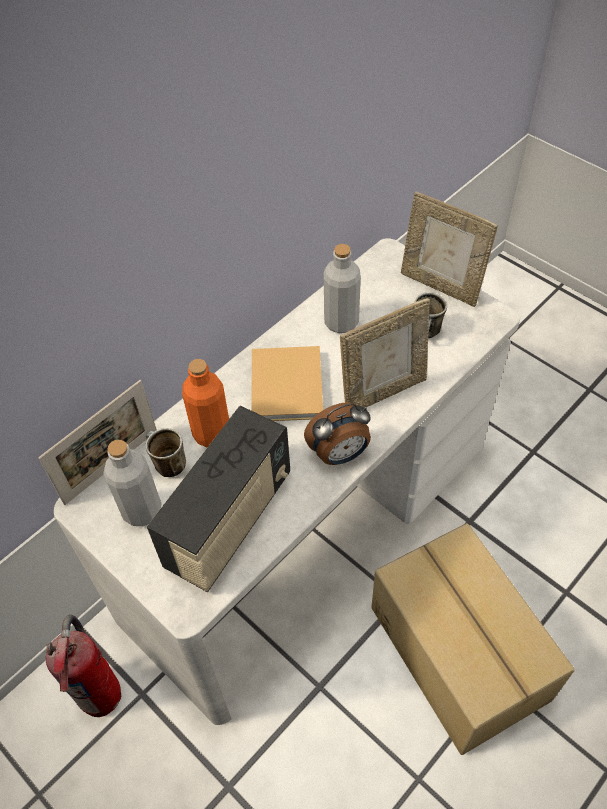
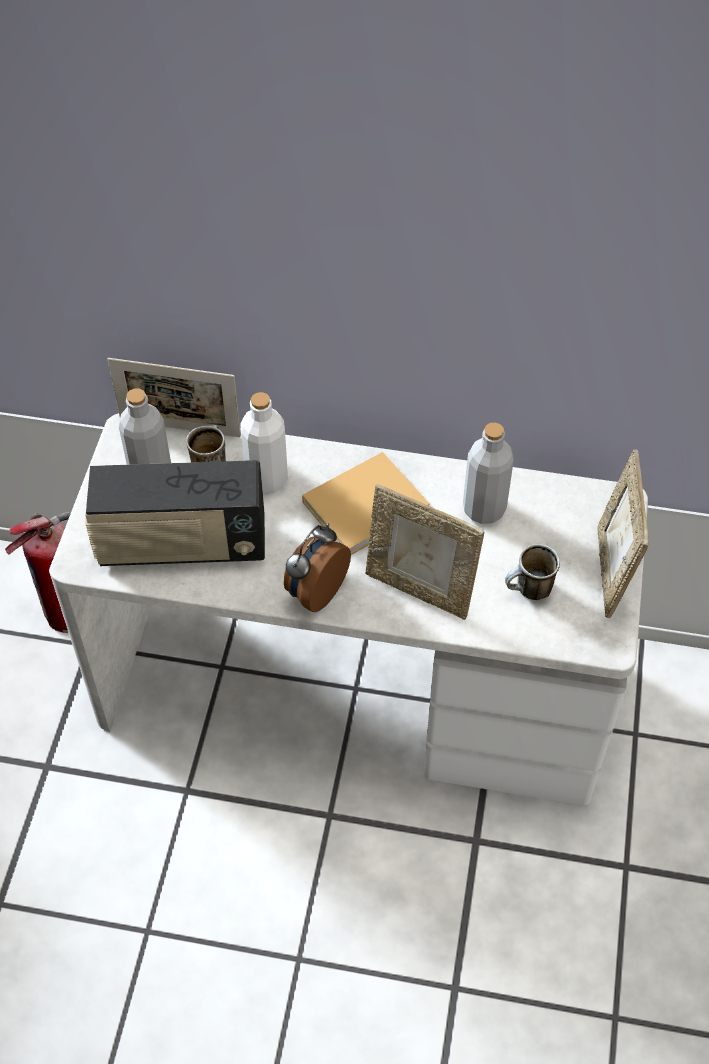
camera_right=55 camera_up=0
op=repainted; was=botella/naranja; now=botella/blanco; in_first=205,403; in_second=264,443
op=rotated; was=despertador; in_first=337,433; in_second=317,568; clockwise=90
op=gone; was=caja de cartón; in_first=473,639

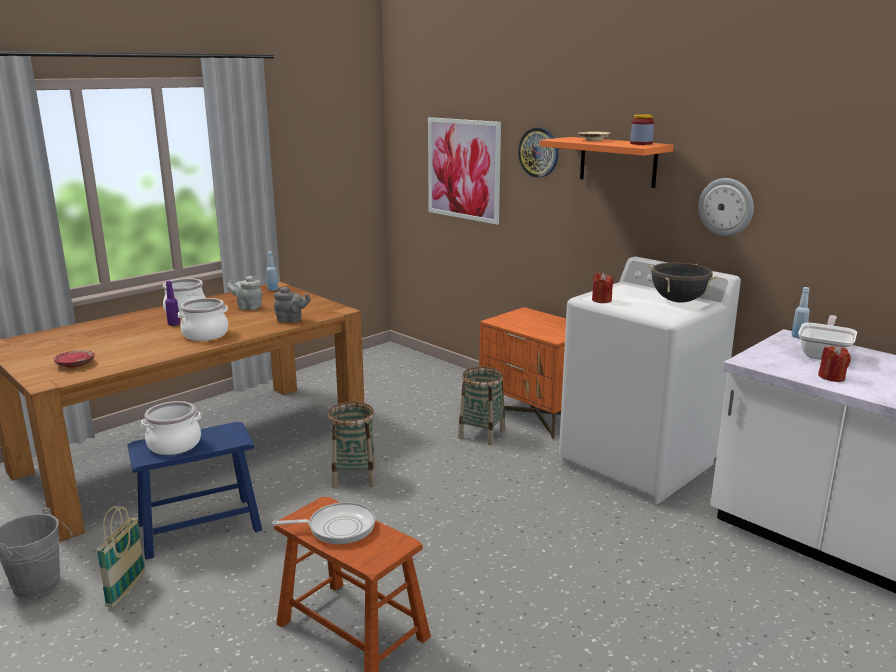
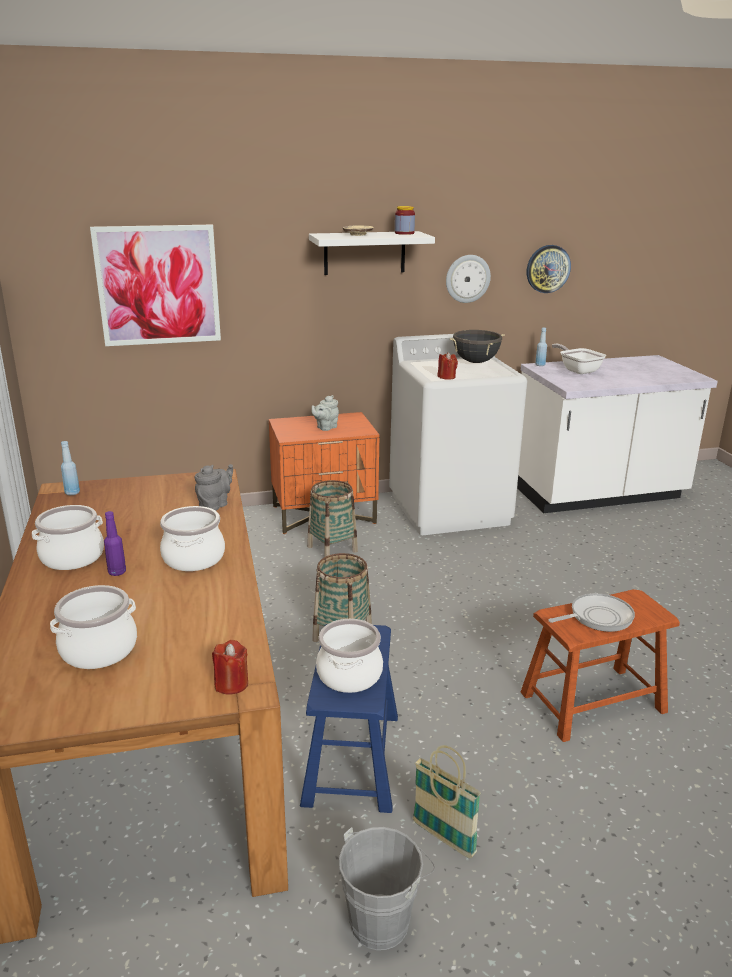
camera_right=-60 camera_up=5
op=new; now=olla; in_second=93,627
op=shifted; was=vela/rojo; in_first=834,363; in_second=230,667
op=repainted; was=estante/naranja; now=estante/blanco; in_first=607,162; in_second=372,253
op=shifted; was=tetera/gris; in_first=244,293; in_second=325,413
op=shifted; was=reloj de pared; in_first=538,153; in_second=549,269
op=rotated; was=sartén; in_first=324,523; in_second=591,612; clockwise=45
op=gone; was=plato/rojo; in_first=74,358

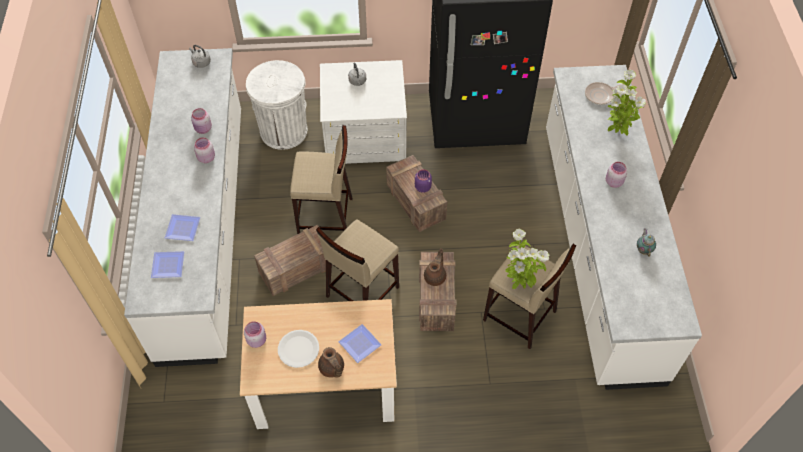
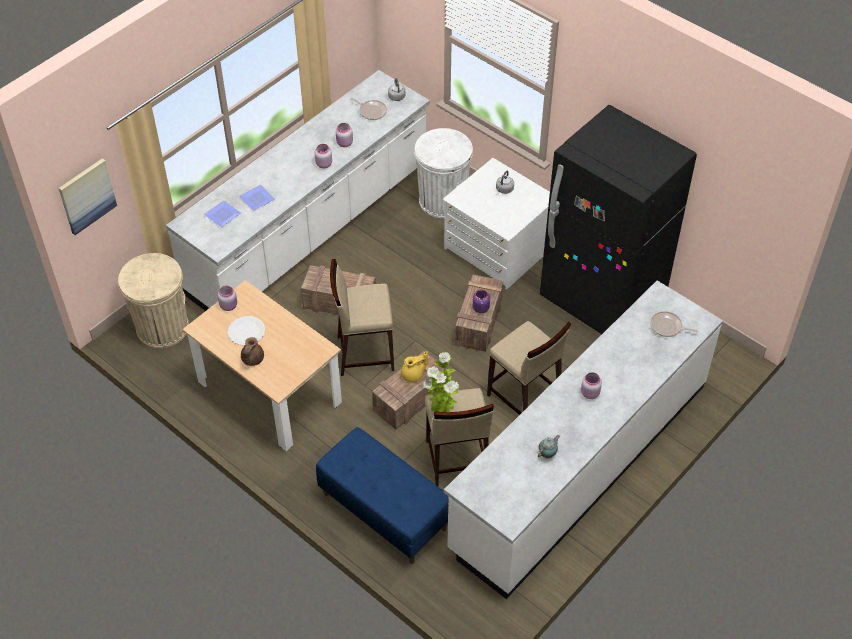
camera_right=45 camera_up=-5
op=new; now=cuadro; in_second=88,196
op=new; now=papelera/beis; in_second=153,300
op=new; now=banco/azul; in_second=382,495
op=new; now=sartén; in_second=368,109
op=repainted; was=tetera/marrón; now=tetera/amarillo; in_first=435,267; in_second=414,366
op=shifted; was=taburete/beis; in_first=321,179; in_second=529,368
op=gone; was=plato; in_first=360,343
op=gone; was=planta en maceta; in_first=627,102

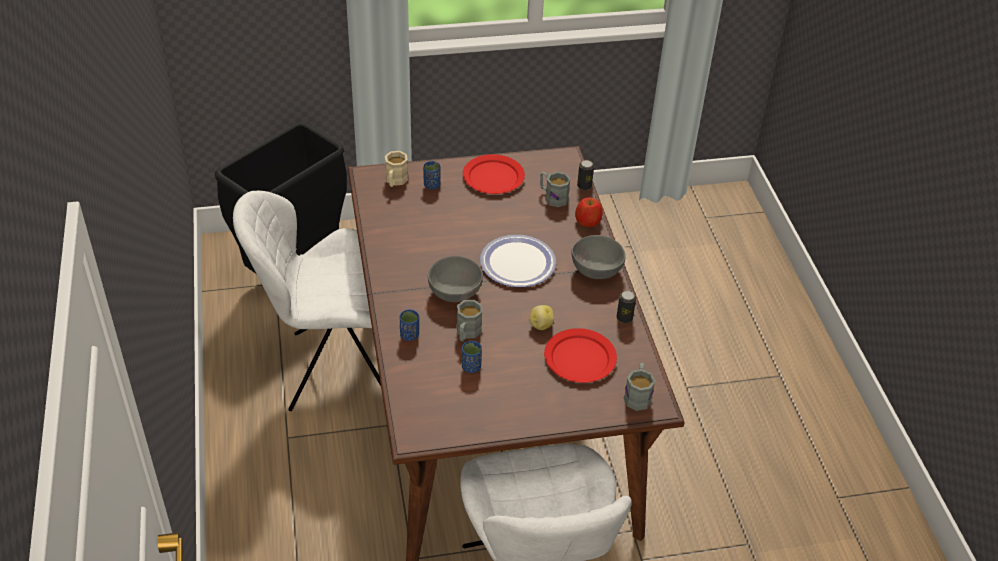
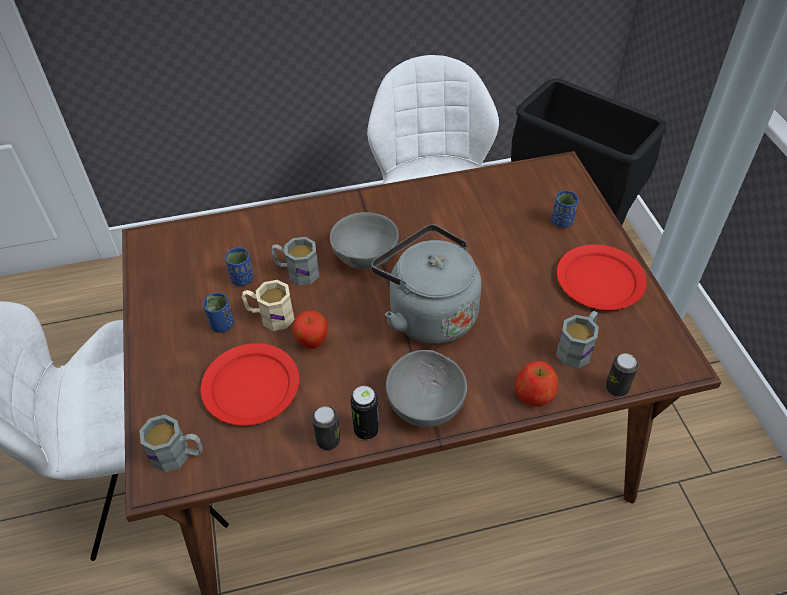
camera_right=90 camera_up=5
op=shifted; was=taza/azul; in_first=409,325; in_second=218,313
op=shifted; was=taza grande/beis; in_first=396,169; in_second=268,305
op=swapped; was=patata; now=manzana; in_first=541,317; in_second=310,329
op=new; now=lata; in_second=364,413
op=swapped; was=plato; now=hervidor/gris; in_first=518,261; in_second=426,284

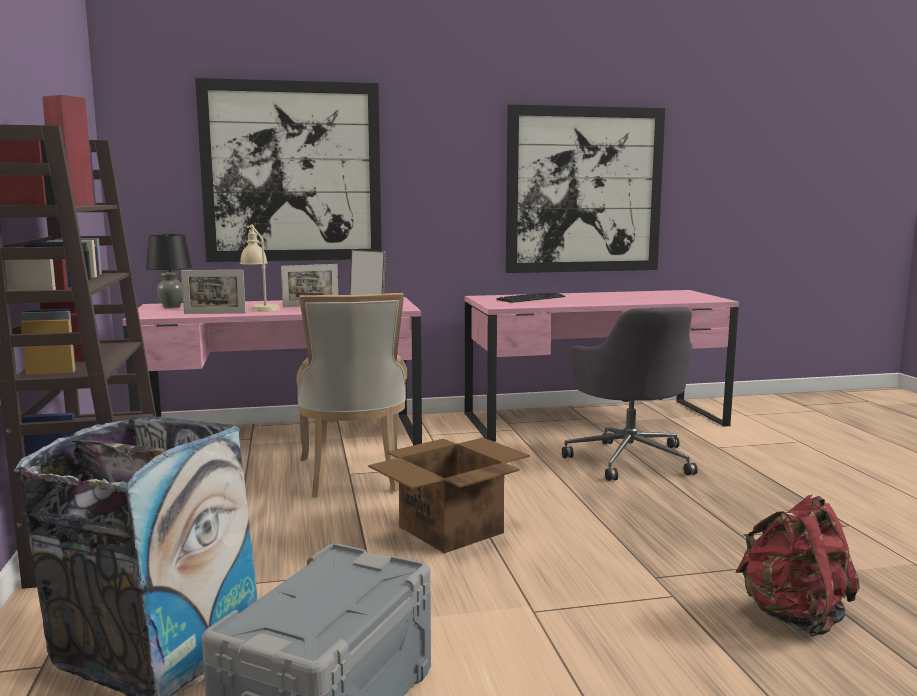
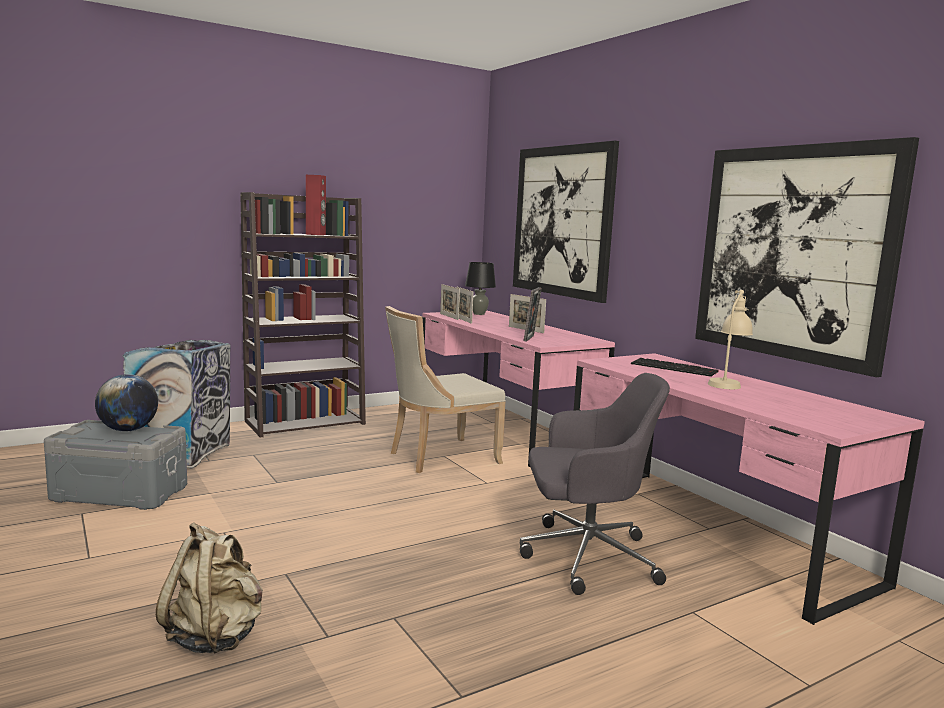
camera_right=70 camera_up=0
op=new; now=globo terráqueo; in_second=126,402
op=repainted; was=mochila/rojo; now=mochila/beis; in_first=797,566; in_second=209,587
op=new; now=portarretratos; in_second=450,302
op=rotated; was=silla de oficina/gris; in_first=630,394; in_second=595,484; clockwise=-150
op=shifted; was=lámpara de mesa/beis; in_first=260,268; in_second=730,339
op=gone; was=caja de cartón; in_first=449,495

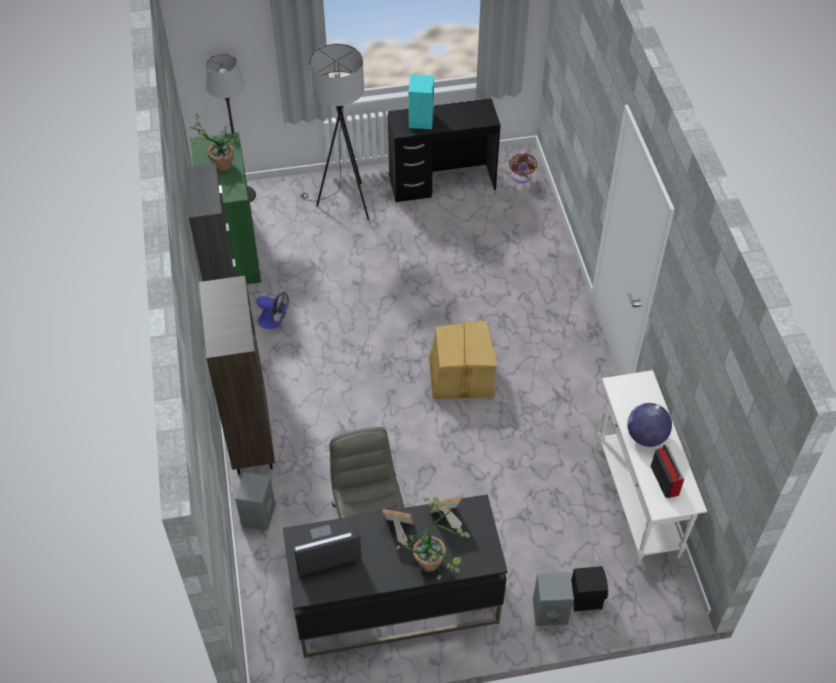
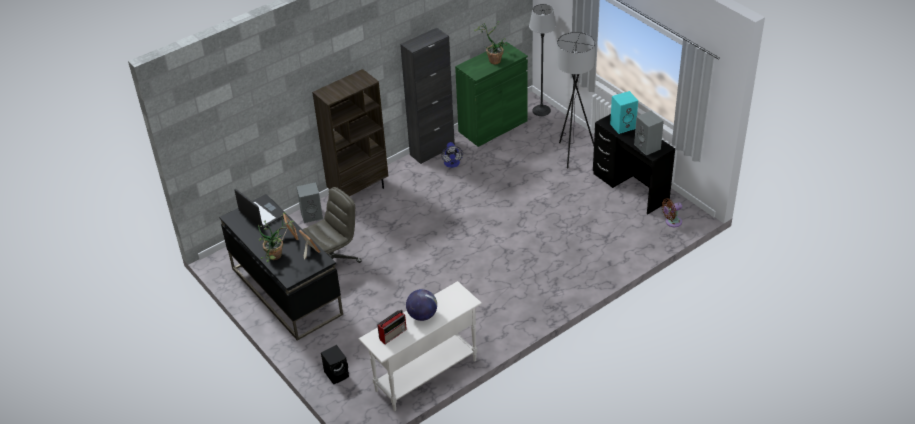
camera_right=65 camera_up=-10
op=shifted; was=altavoz/gris; in_first=553,599; in_second=649,133
op=gone; was=caja de cartón; in_first=463,360

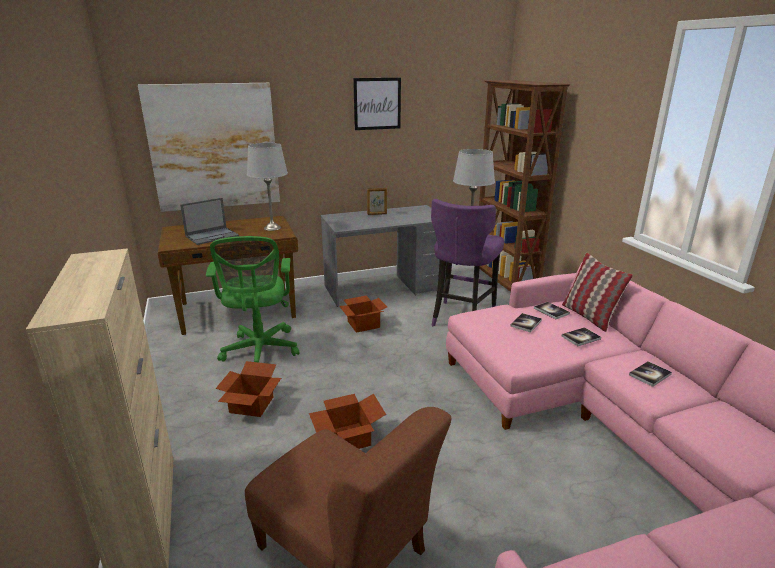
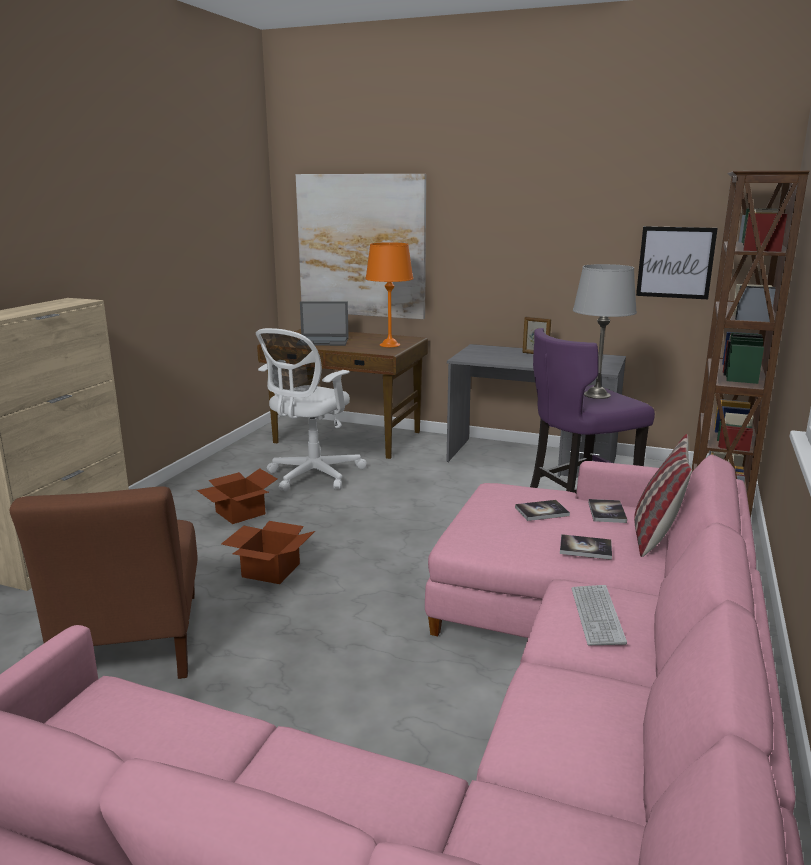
camera_right=40 camera_up=-5
op=repainted; was=silla de oficina/verde; now=silla de oficina/blanco; in_first=252,299; in_second=311,410
op=repainted; was=lámpara de mesa/gris; now=lámpara de mesa/naranja; in_first=267,187; in_second=389,294
op=swapped; was=libro; now=teclado; in_first=650,374; in_second=599,615
op=shifted; was=cuadro; in_first=377,104; in_second=677,262
op=gone; was=caja de cartón; in_first=363,314

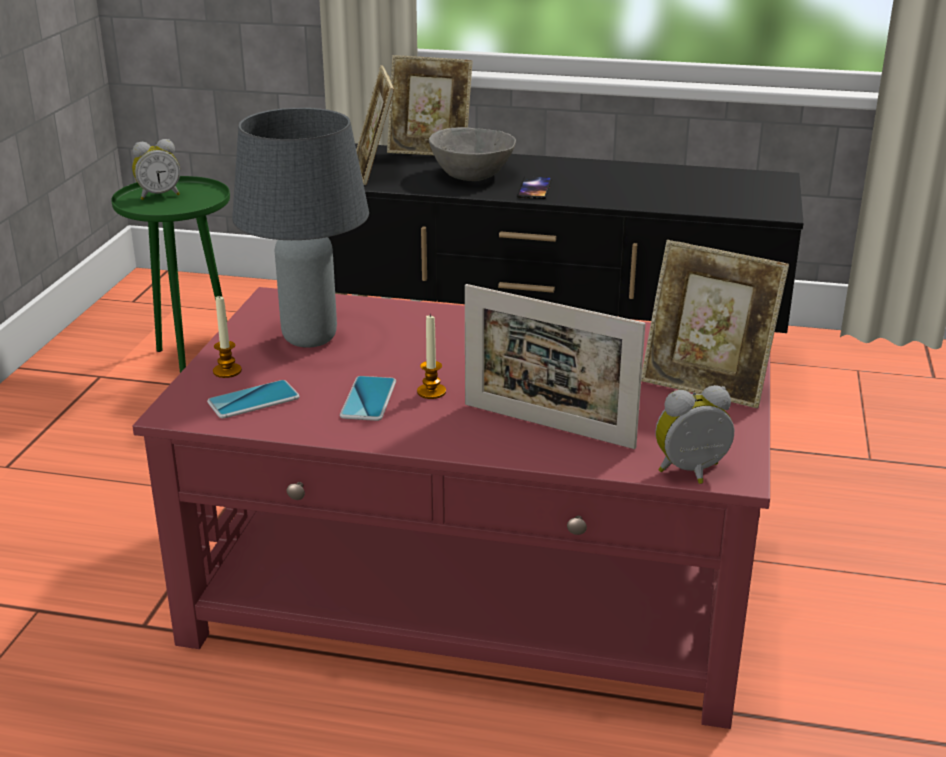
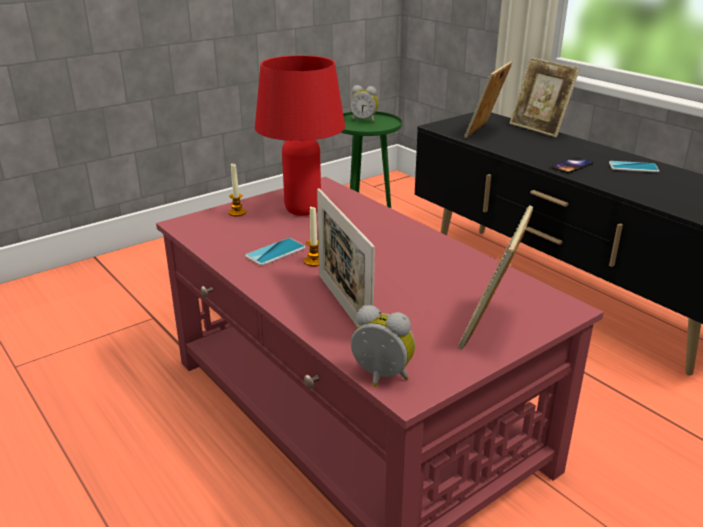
camera_right=40 camera_up=0
op=repainted; was=lámpara de mesa/gris; now=lámpara de mesa/rojo; in_first=300,228; in_second=300,135
op=rotated; was=portarretratos; in_first=715,324; in_second=495,277; clockwise=45
op=shifted; was=móvil; in_first=253,399; in_second=634,166
op=gone; was=cuenco/gris; in_first=472,154

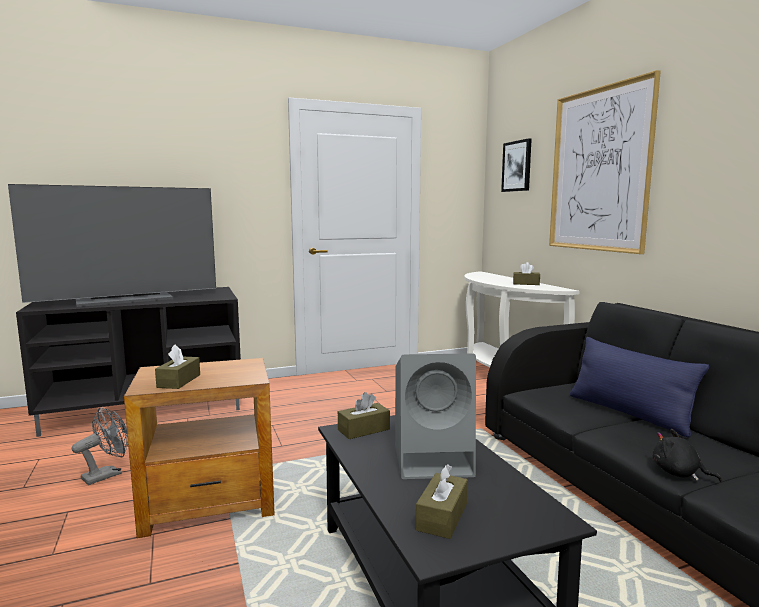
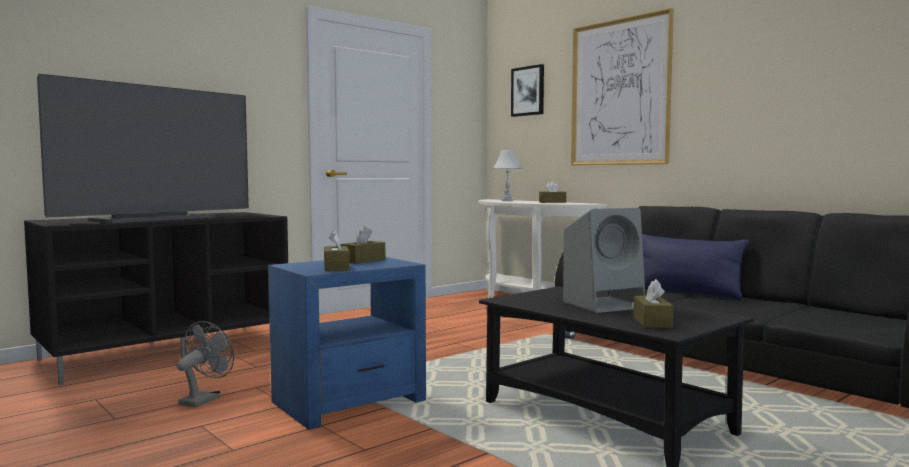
camera_right=-20 camera_up=-5
op=repainted; was=mesa auxiliar/marrón; now=mesa auxiliar/azul; in_first=199,448; in_second=347,343
op=shifted; was=caja de pañuelos/marrón; in_first=364,415; in_second=362,245
op=new; now=lámpara de mesa/blanco; in_second=507,175
op=gone; was=peluche/negro; in_first=687,455

